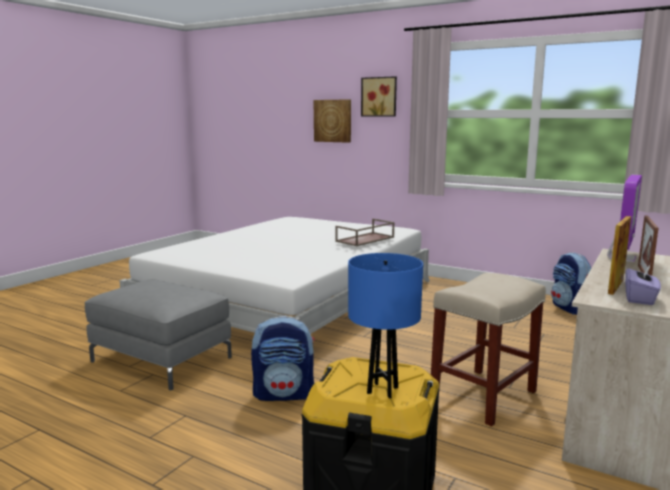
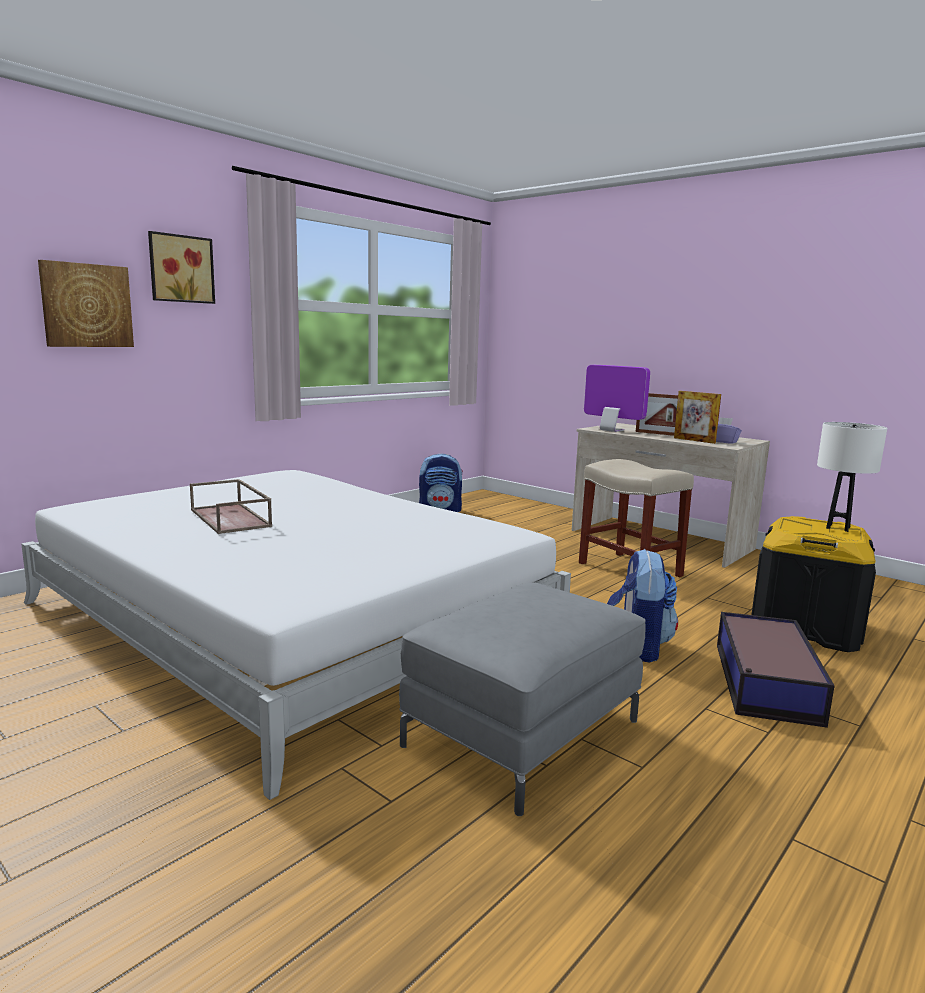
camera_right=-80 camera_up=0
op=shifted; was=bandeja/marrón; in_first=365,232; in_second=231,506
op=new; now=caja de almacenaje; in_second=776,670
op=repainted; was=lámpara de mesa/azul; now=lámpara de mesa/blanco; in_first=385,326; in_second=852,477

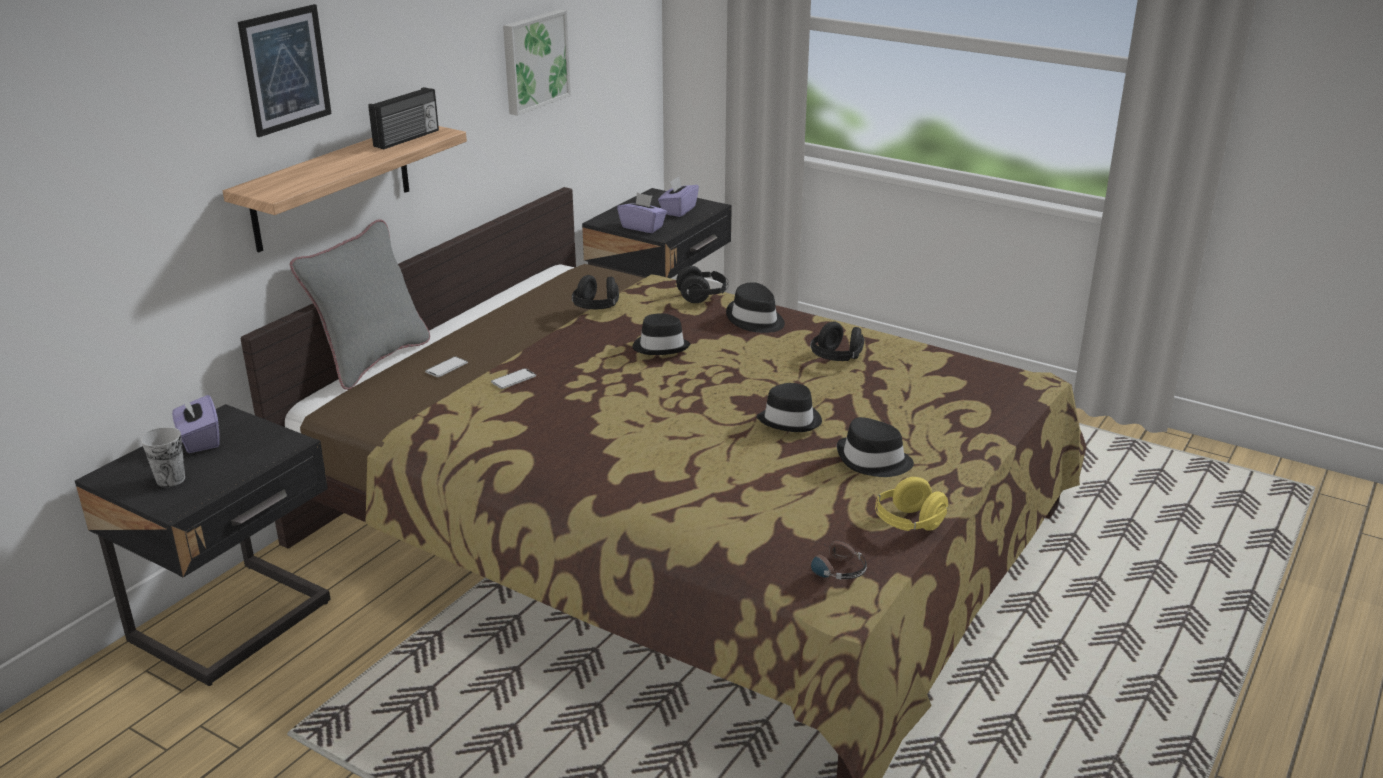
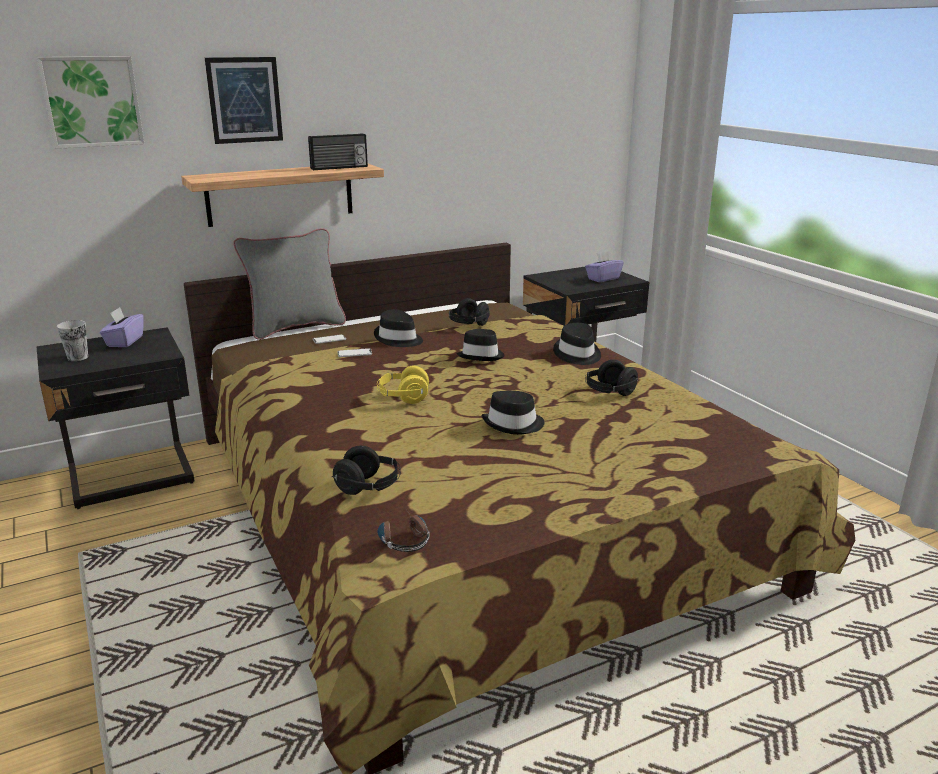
camera_right=30 camera_up=-5
op=shifted; was=cuadro; in_first=537,62; in_second=90,102
op=shifted; was=auriculares/negro; in_first=702,284; in_second=366,470
op=shifted; was=sombrero/negro; in_first=875,447; in_second=398,328
op=shifted; was=auriculares/amarillo; in_first=911,504; in_second=403,385
op=gone; was=caja de pañuelos/morado; in_first=642,213

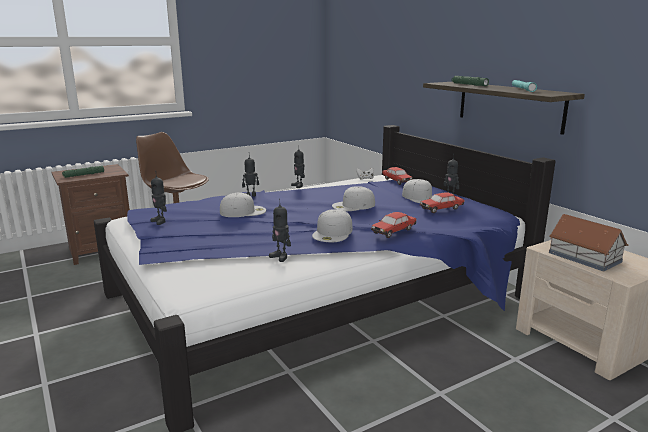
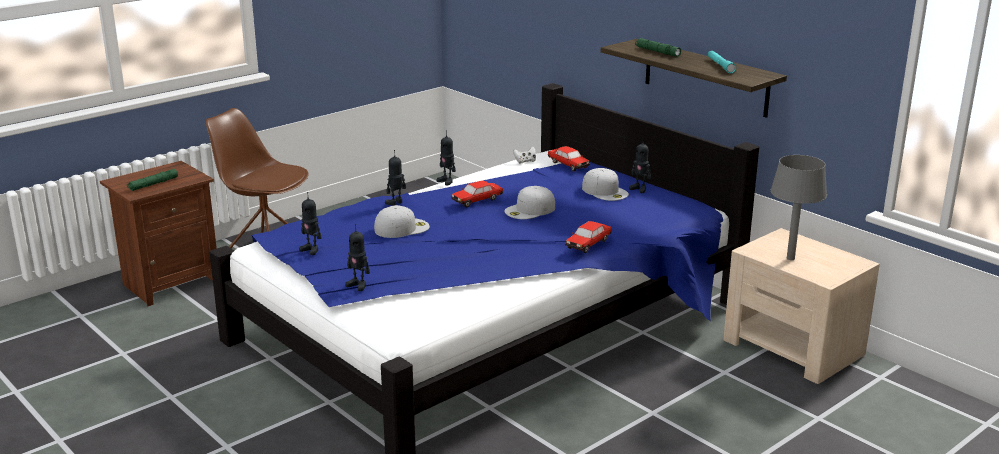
camera_right=-10 camera_up=5
op=shifted; was=robot de juguete; in_first=280,230; in_second=357,257
op=shifted; was=coche de juguete; in_first=442,202; in_second=477,194
op=swapped; was=casita; now=lámpara de mesa/gris; in_first=588,242; in_second=798,207
op=gone; was=gorra/blanco; in_first=332,225

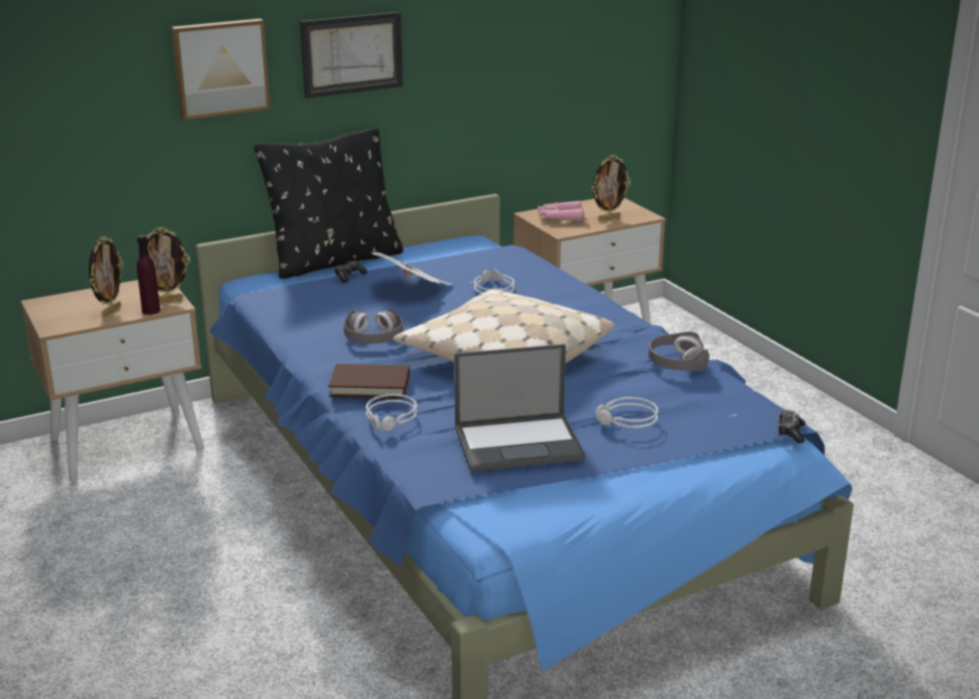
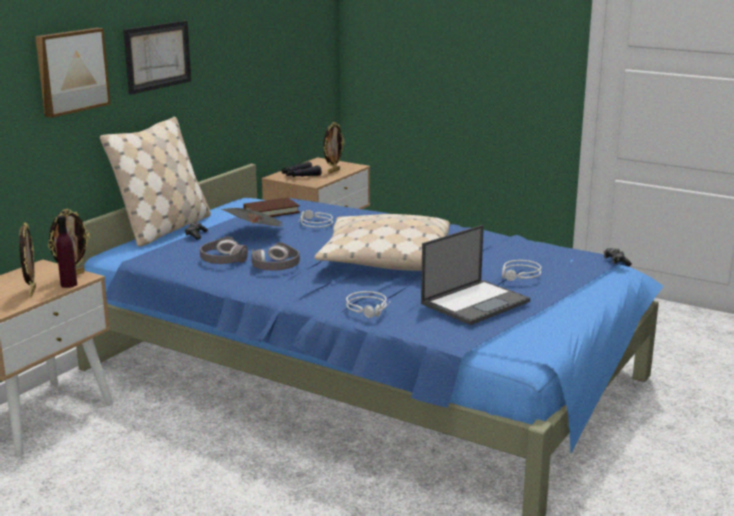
camera_right=-30 camera_up=-5
op=repainted; was=cojín/negro; now=cojín/beis; in_first=328,203; in_second=155,182
op=shifted; was=auriculares/gris; in_first=678,351; in_second=224,250
op=shifted; was=libro/marrón; in_first=369,381; in_second=271,207
op=repainted; was=prismáticos/rosa; now=prismáticos/negro; in_first=561,211; in_second=301,169

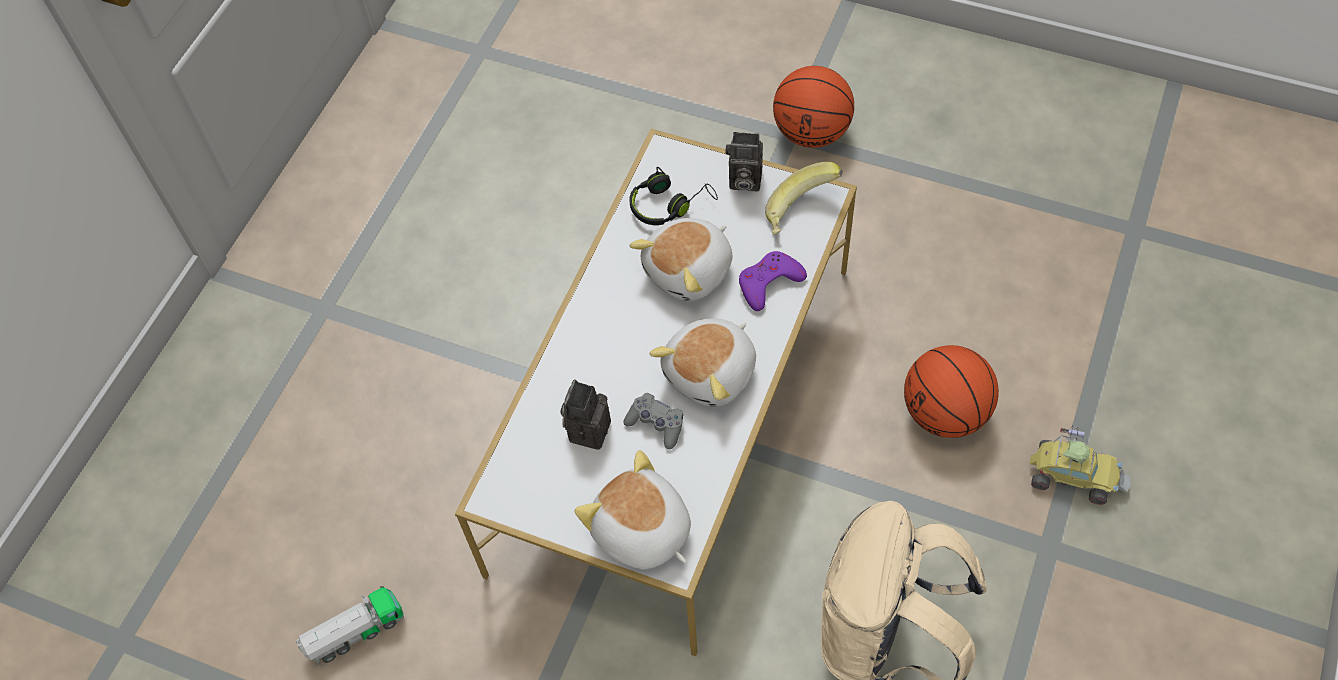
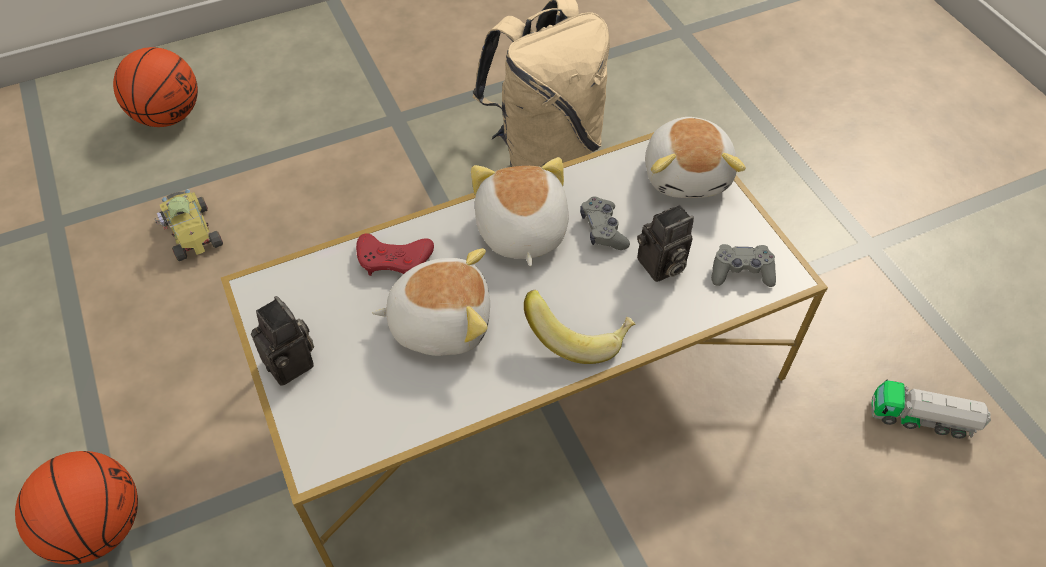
camera_right=-140 camera_up=-5
op=shifted; was=balón de baloncesto; in_first=951,391; in_second=155,87
op=shifted; was=coche de juguete; in_first=1080,465; in_second=188,225
op=repainted; was=mando de consola/morado; now=mando de consola/rojo; in_first=773,281; in_second=395,255
op=rotated; was=peluche; in_first=703,363; in_second=520,211; clockwise=-90
op=shifted; was=plátano; in_first=804,198; in_second=579,327
op=new; now=mando de consola/gris; in_second=743,265
op=gone; was=auriculares/negro; in_first=673,196

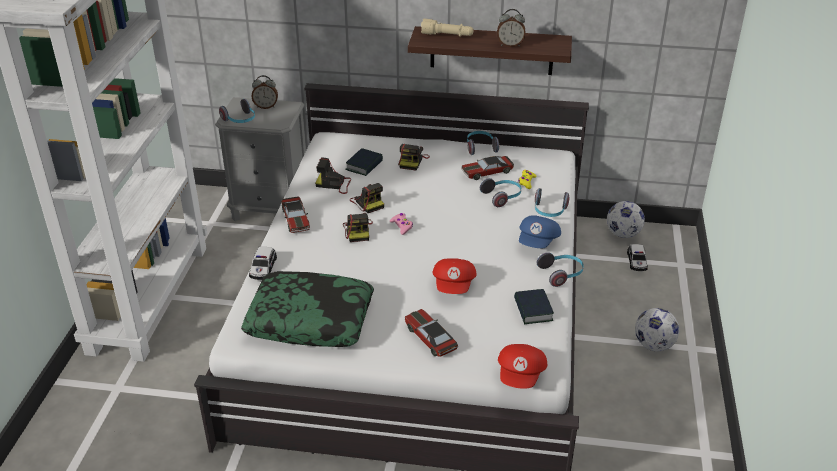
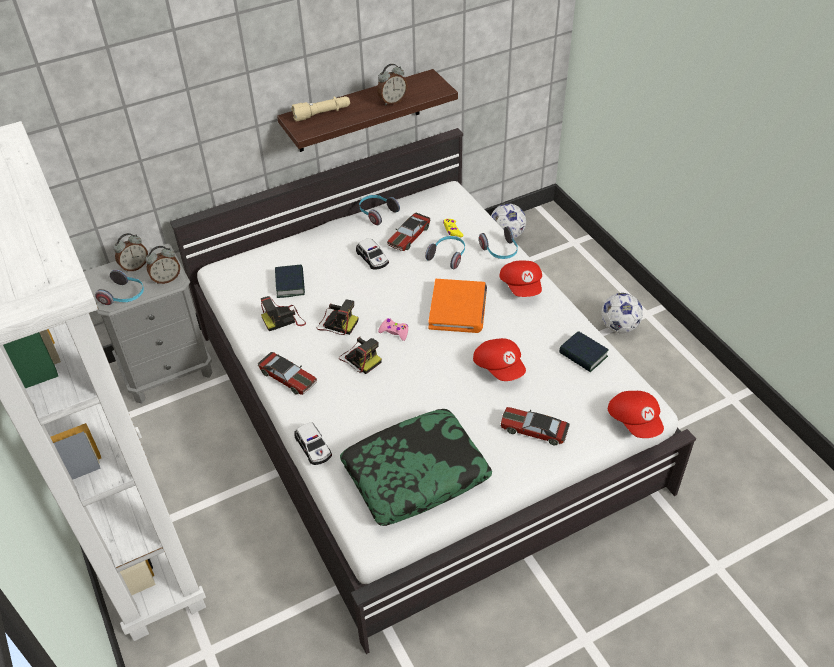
camera_right=-35 camera_up=10
op=new; now=despertador; in_second=162,265
op=shifted; was=coche de juguete; in_first=637,257; in_second=372,254
op=new; now=libro/naranja; in_second=457,306
op=repainted; was=gorra/azul; now=gorra/rojo; in_first=540,231; in_second=520,279
op=gone; was=cámara; in_first=414,157
op=gone; was=auriculares; in_first=560,269

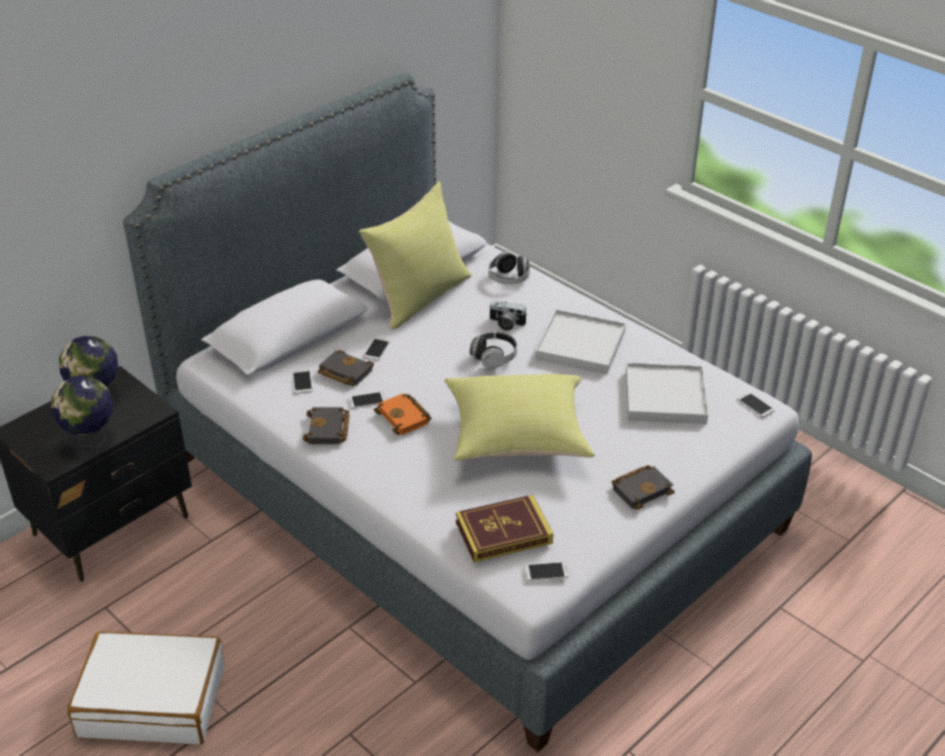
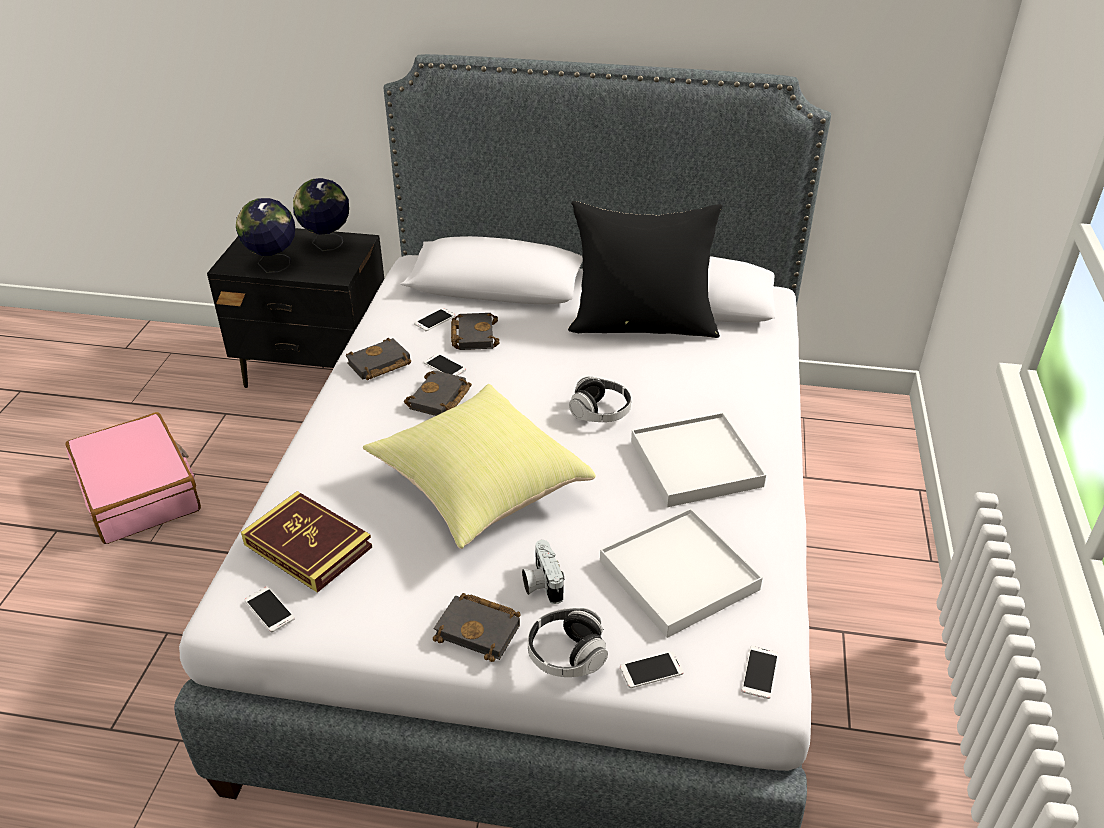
camera_right=55 camera_up=0
op=repainted; was=maleta/blanco; now=maleta/rosa; in_first=145,688; in_second=133,478
op=repainted; was=libro/naranja; now=libro/negro; in_first=403,414; in_second=438,393
op=shifted; was=cámara; in_first=507,316; in_second=543,572
op=shifted; was=auriculares; in_first=509,268; in_second=568,642
op=repainted; was=cojín/amarillo; now=cojín/negro; in_first=415,255; in_second=645,269
op=shifted; was=móvil; in_first=377,349; in_second=652,669

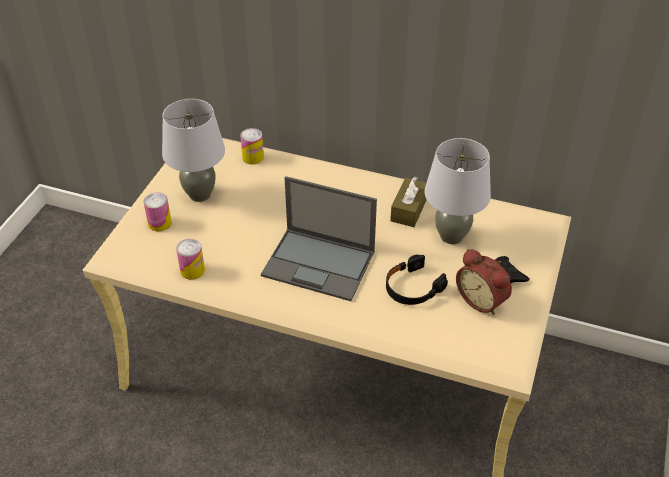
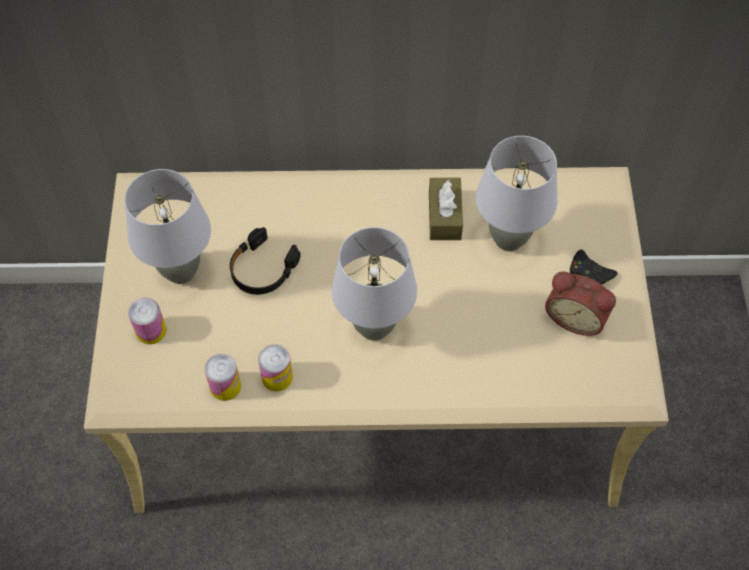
camera_right=-20 camera_up=15
op=shifted; was=auriculares/negro; in_first=417,280; in_second=265,261
op=shifted; was=lata; in_first=252,146; in_second=275,367
op=swapped; was=portátil; now=lámpara de mesa/gris; in_first=319,238; in_second=374,284

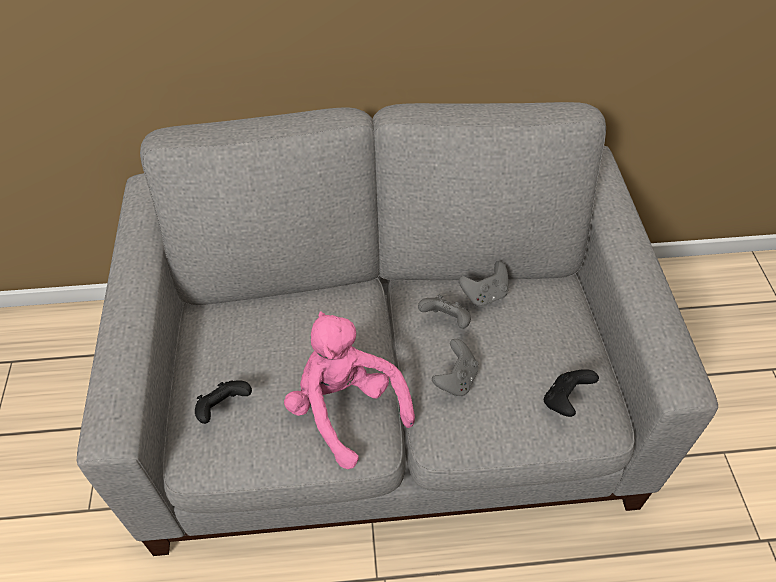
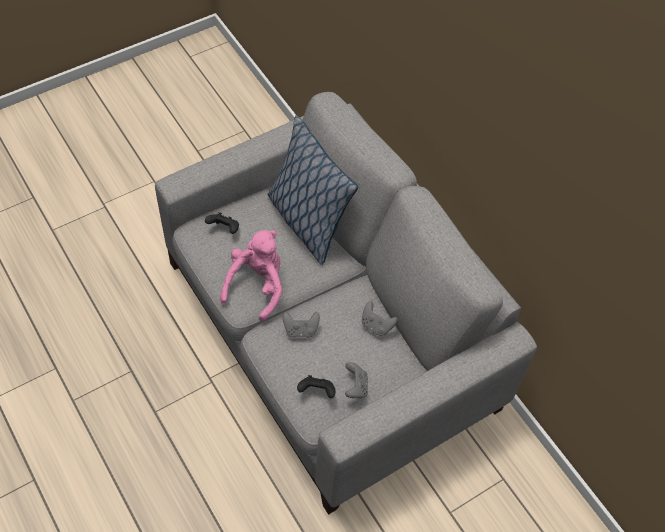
camera_right=60 camera_up=5
op=new; now=cojín; in_second=312,190
op=shifted; was=mando de consola/gris; in_first=444,311; in_second=356,380

